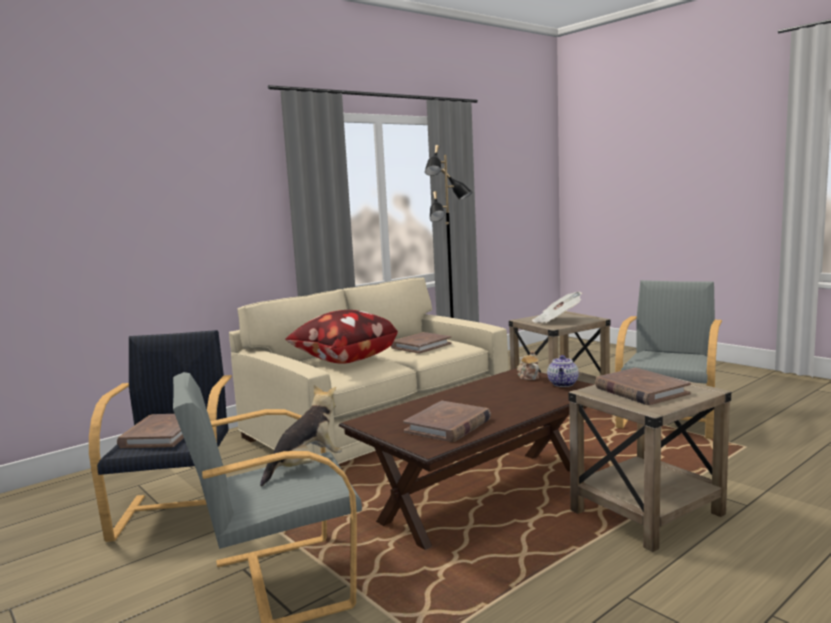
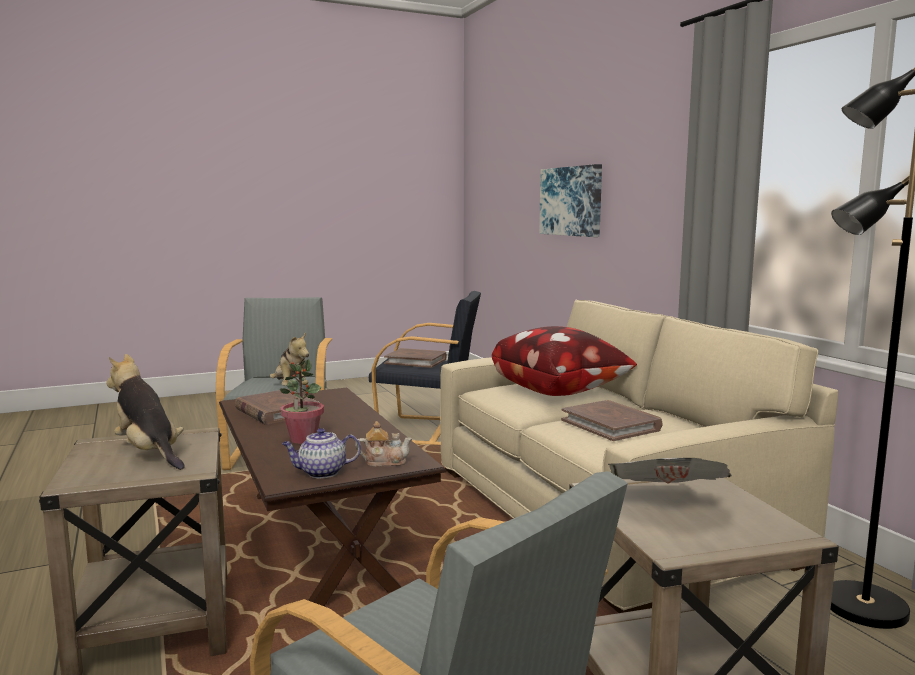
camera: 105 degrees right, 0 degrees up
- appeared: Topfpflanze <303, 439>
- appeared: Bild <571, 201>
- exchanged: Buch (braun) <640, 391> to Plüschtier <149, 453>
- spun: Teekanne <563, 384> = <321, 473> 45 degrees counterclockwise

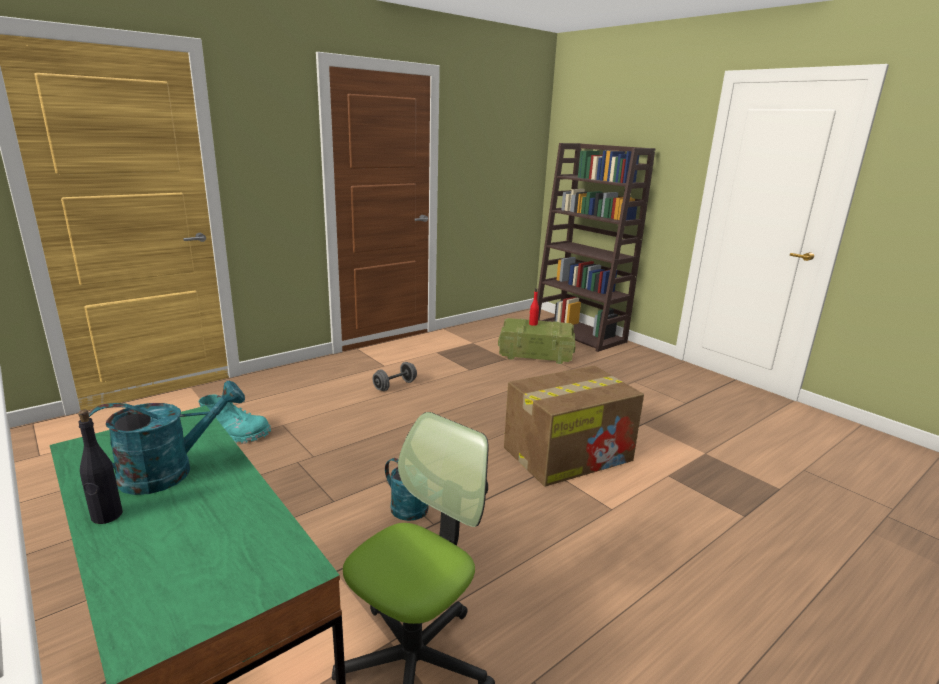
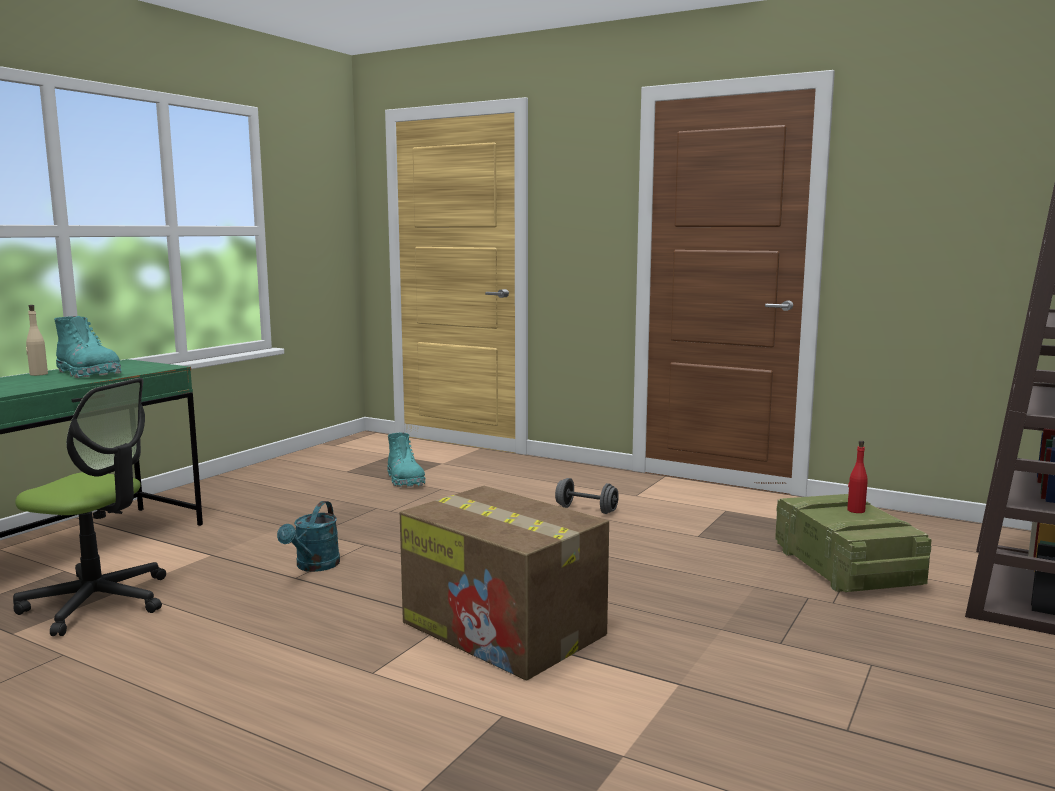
camera: 70 degrees right, 10 degrees down
- exchanged: Gießkanne (türkis) <170, 471> to Stiefel (türkis) <88, 374>
- colour: Flasche (schwarz) <106, 516> to Flasche (beige) <38, 374>

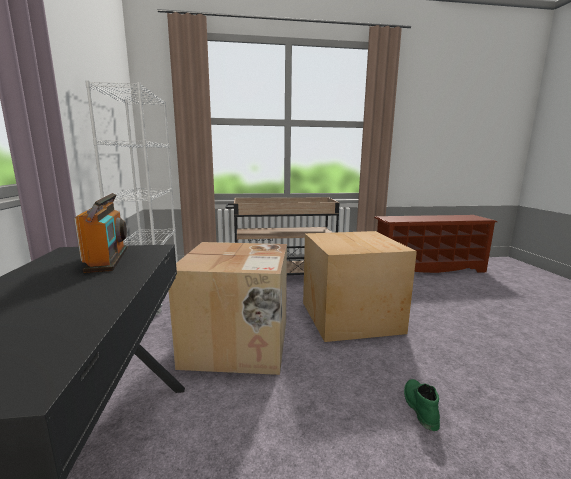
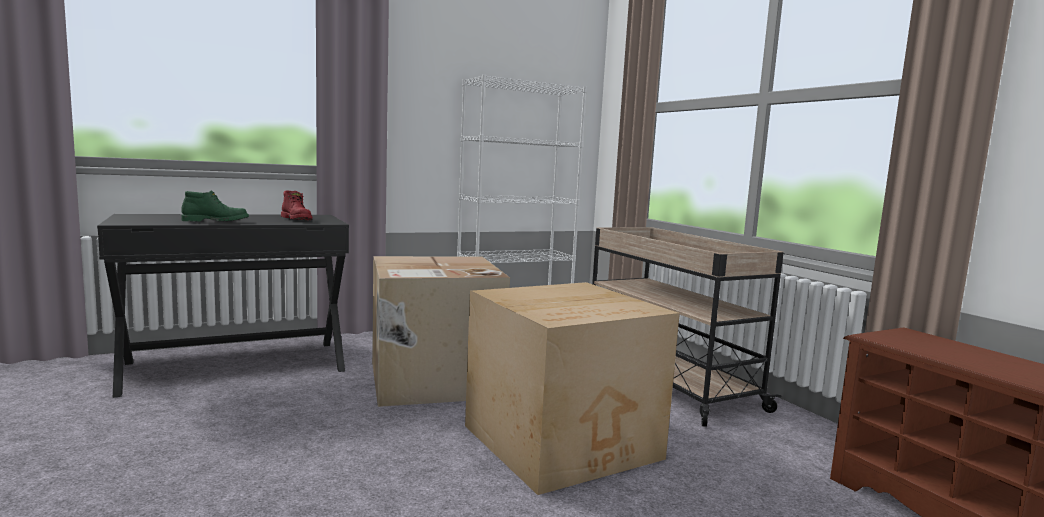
camera: 70 degrees right, 5 degrees down
- relocated: Stiefel (grün) <419, 407> to <216, 221>
- exchanged: Radio <108, 259> to Stiefel (rot) <297, 219>

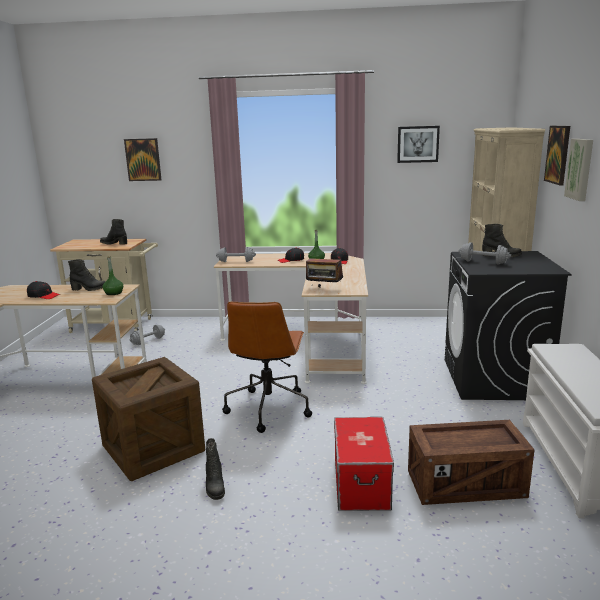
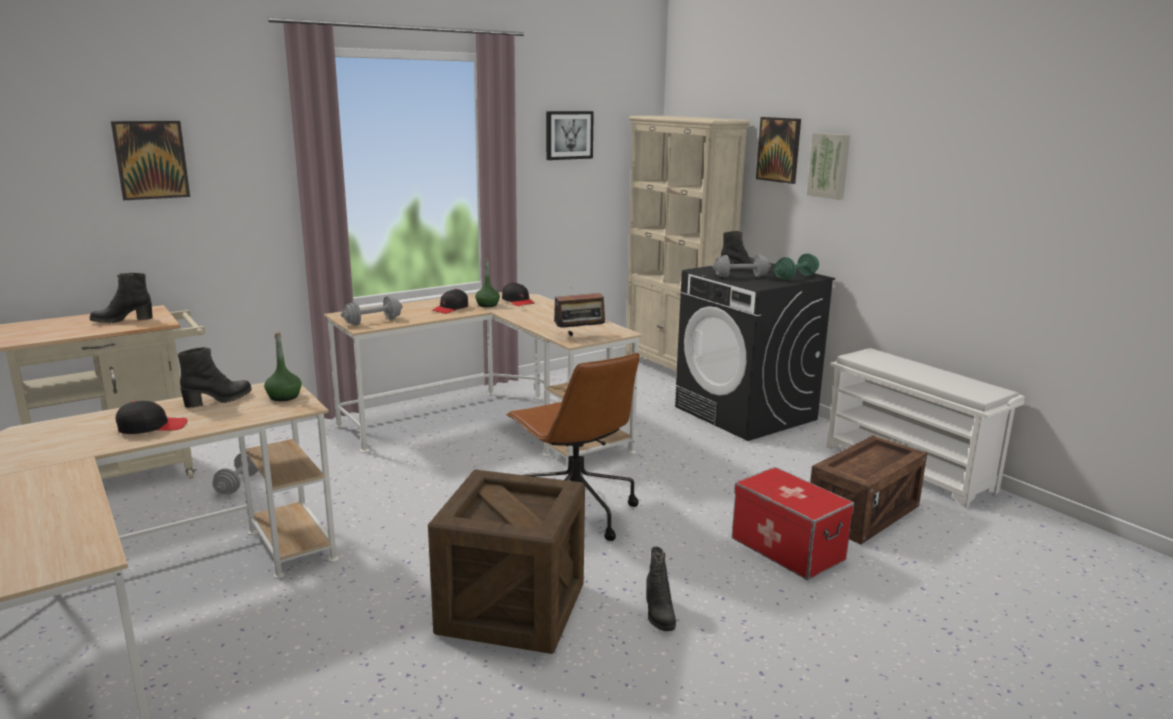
camera: 40 degrees left, 0 degrees up
- appeared: Hantel (grün) <795, 277>
- spun: Stiefel (schwarz) <214, 487> = <658, 614> 45 degrees clockwise

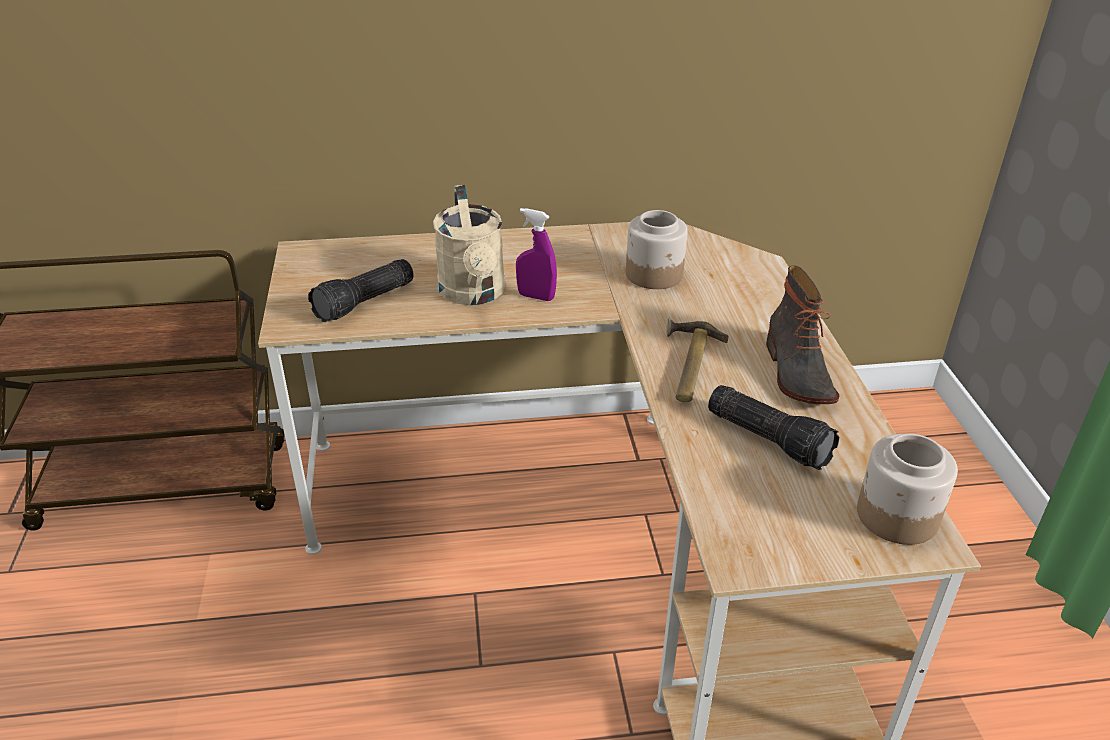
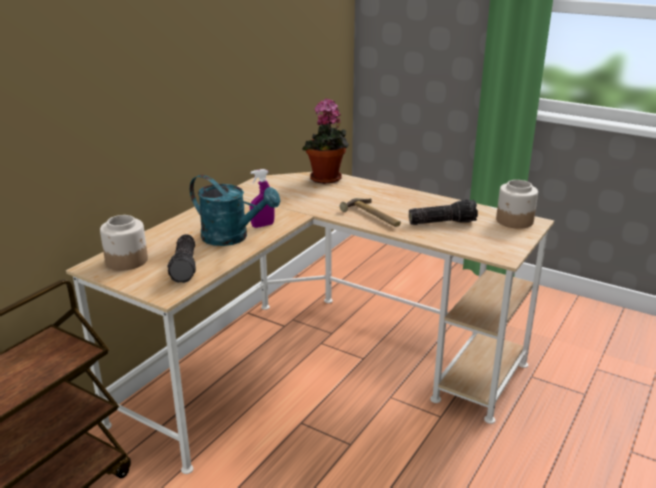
camera: 50 degrees left, 10 degrees down
- missing: Stiefel <796, 373>
- appeared: Topfpflanze <326, 180>
- relocated: Vorratsglas <654, 275> to <127, 261>
- colour: Gießkanne (beige) <474, 294> to Gießkanne (türkis) <232, 238>

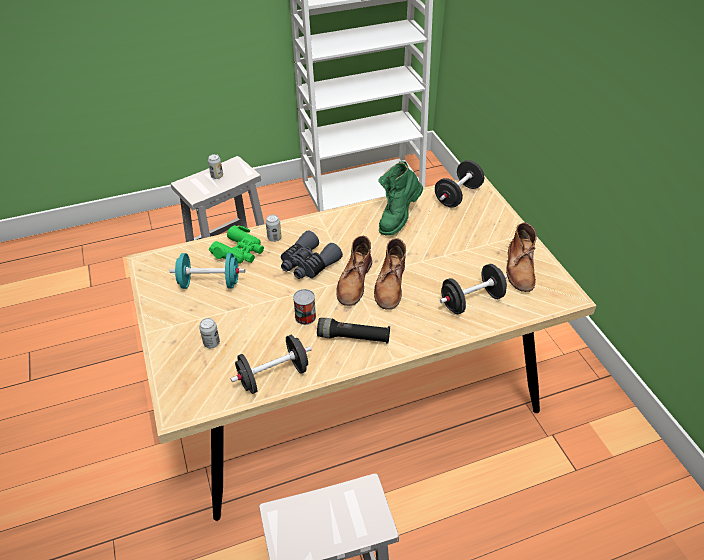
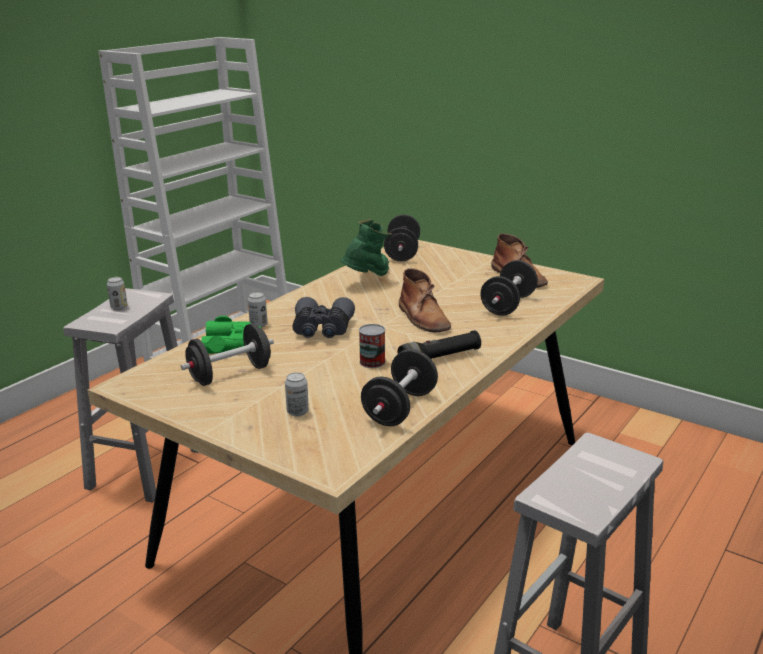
camera: 35 degrees left, 20 degrees down
- missing: Stiefel (braun) <354, 281>
- colour: Hantel (türkis) <210, 283> to Hantel (schwarz) <230, 374>
- spun: Stiefel (grün) <398, 218> = <368, 279> 150 degrees counterclockwise

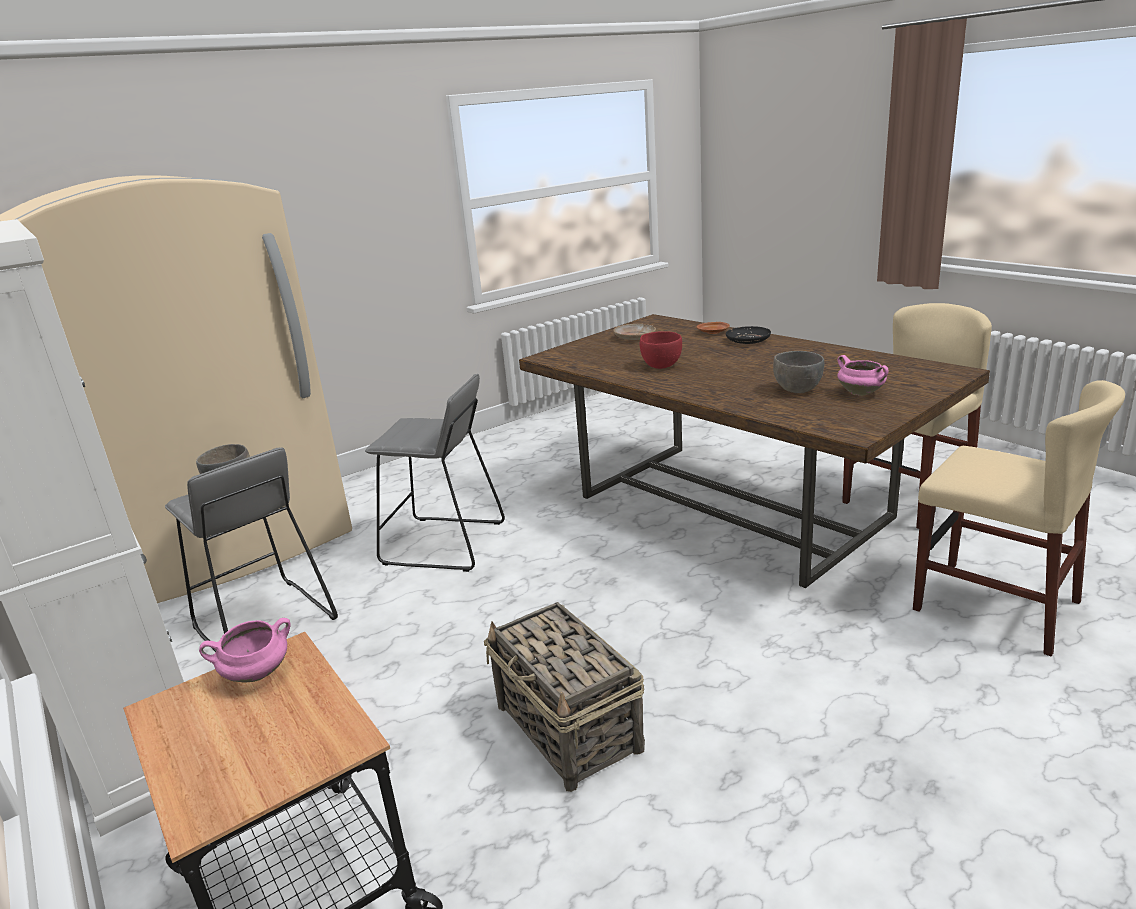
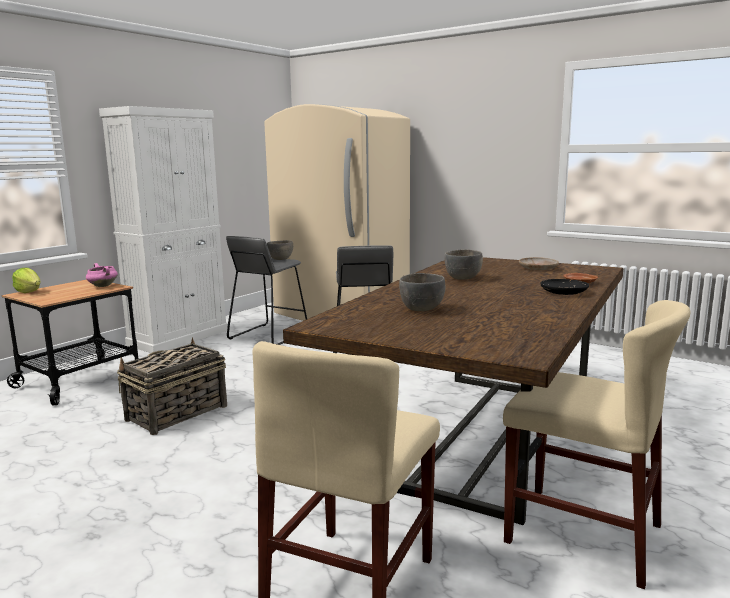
camera: 70 degrees right, 10 degrees down
- missing: Kochtopf (rosa) <861, 393>
- appeared: Salatkopf <29, 292>
- colour: Schüssel (rot) <661, 365> to Schüssel (grau) <463, 278>

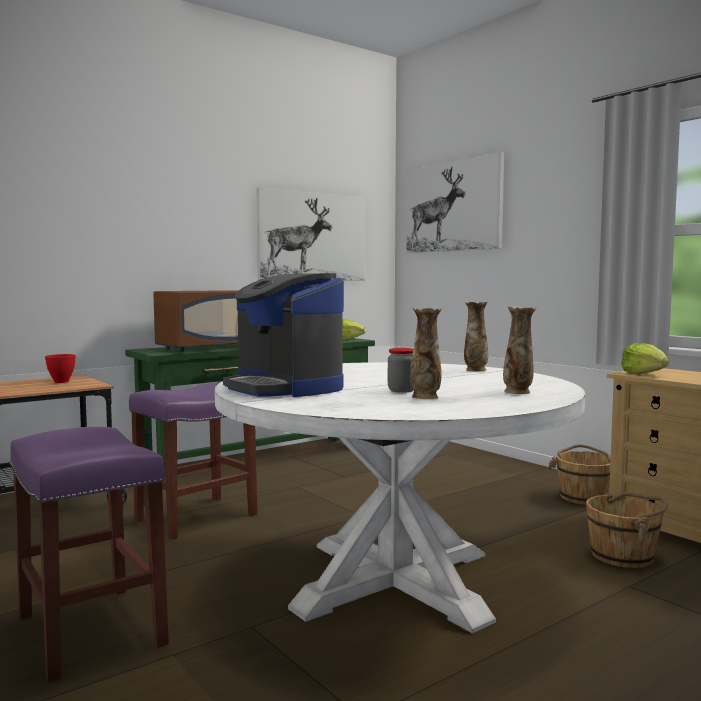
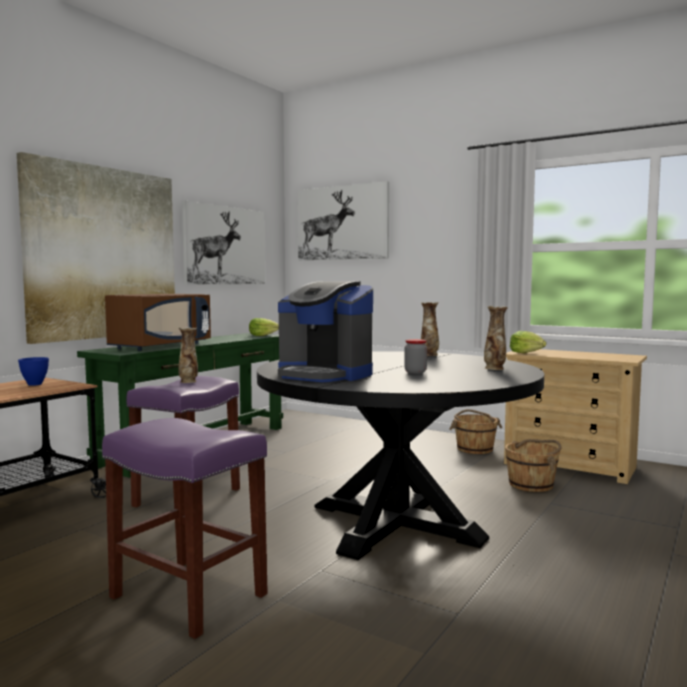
camera: 20 degrees left, 0 degrees up
- appeared: Bild <103, 253>
- relocated: Vase <425, 397> to <188, 381>
- colour: Schüssel (rot) <60, 382> to Schüssel (blau) <34, 384>
- colour: Esstisch (weiß) <395, 580> to Esstisch (schwarz) <396, 522>

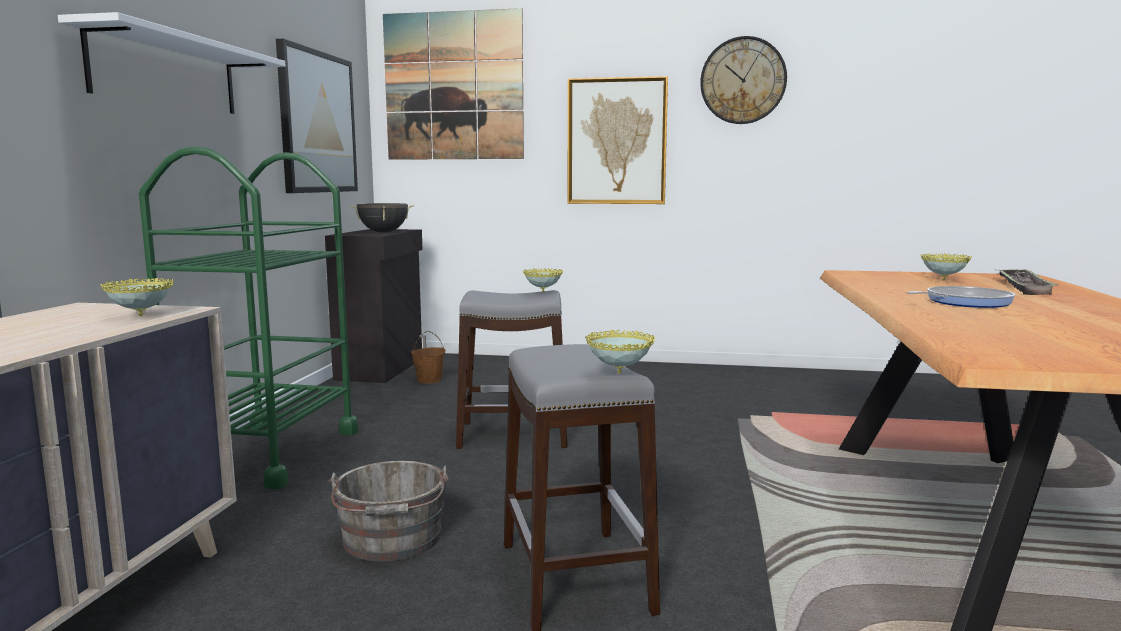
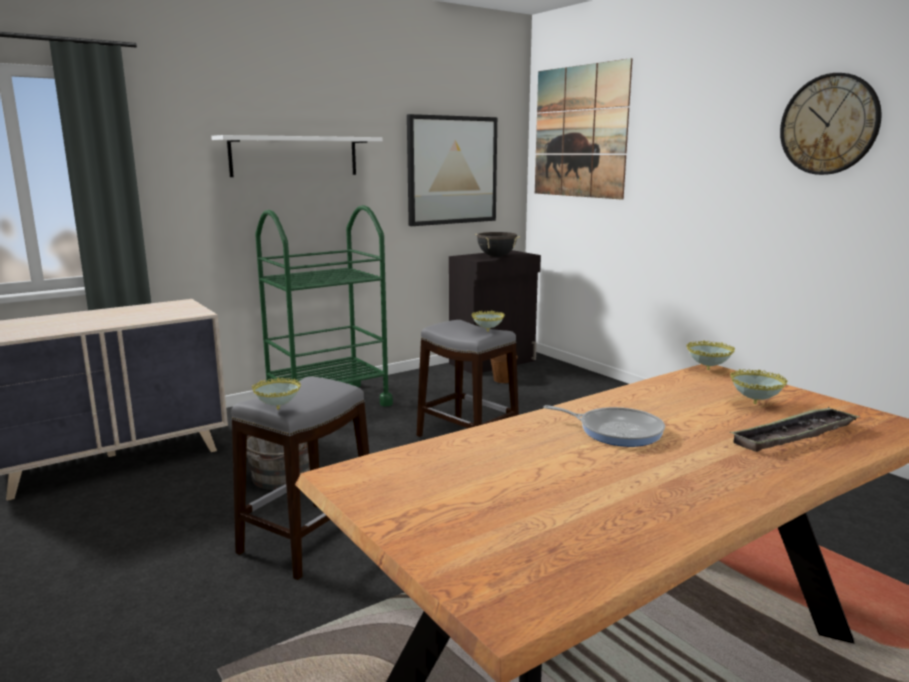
camera: 45 degrees right, 5 degrees up
- missing: Bild <617, 141>
- relocated: Schüssel <141, 316> to <708, 370>

